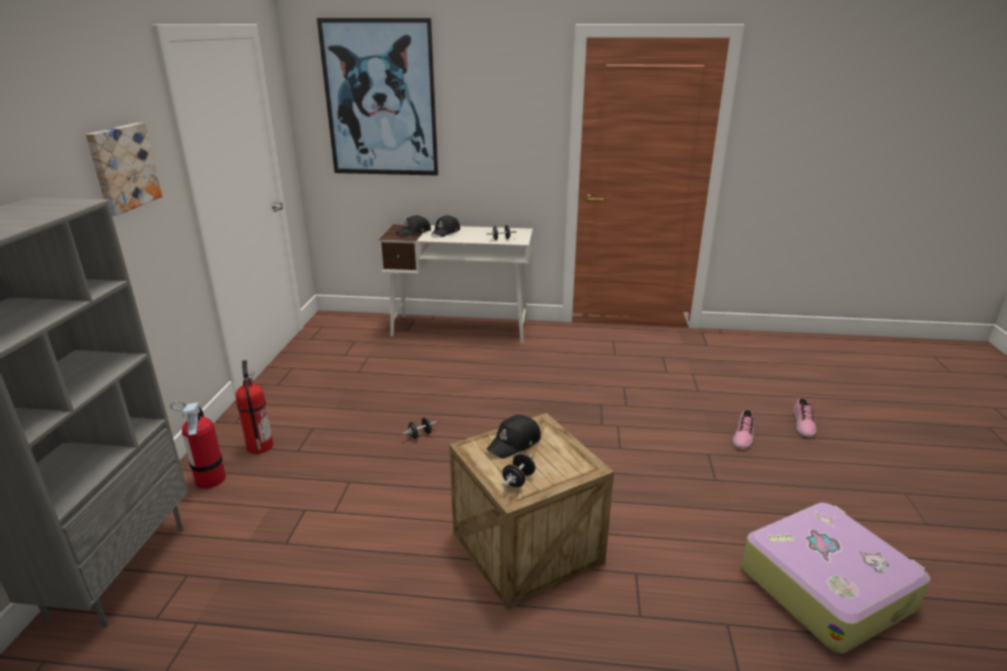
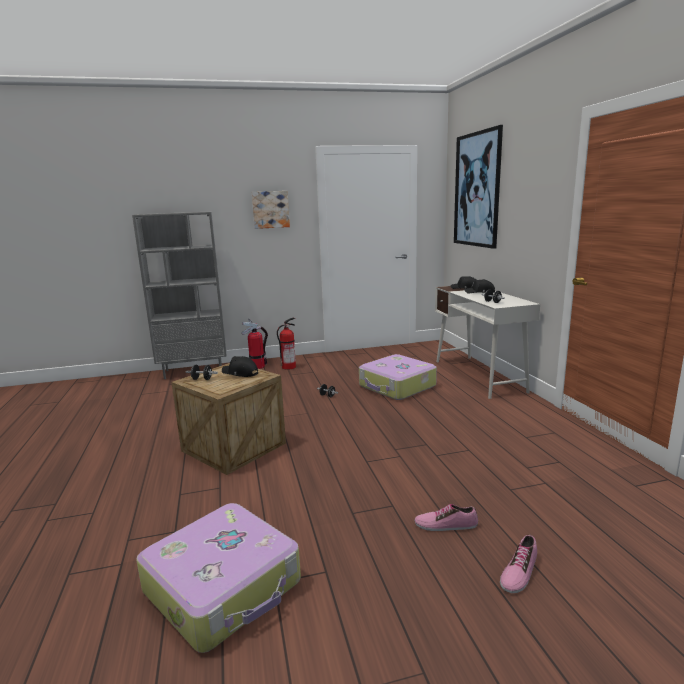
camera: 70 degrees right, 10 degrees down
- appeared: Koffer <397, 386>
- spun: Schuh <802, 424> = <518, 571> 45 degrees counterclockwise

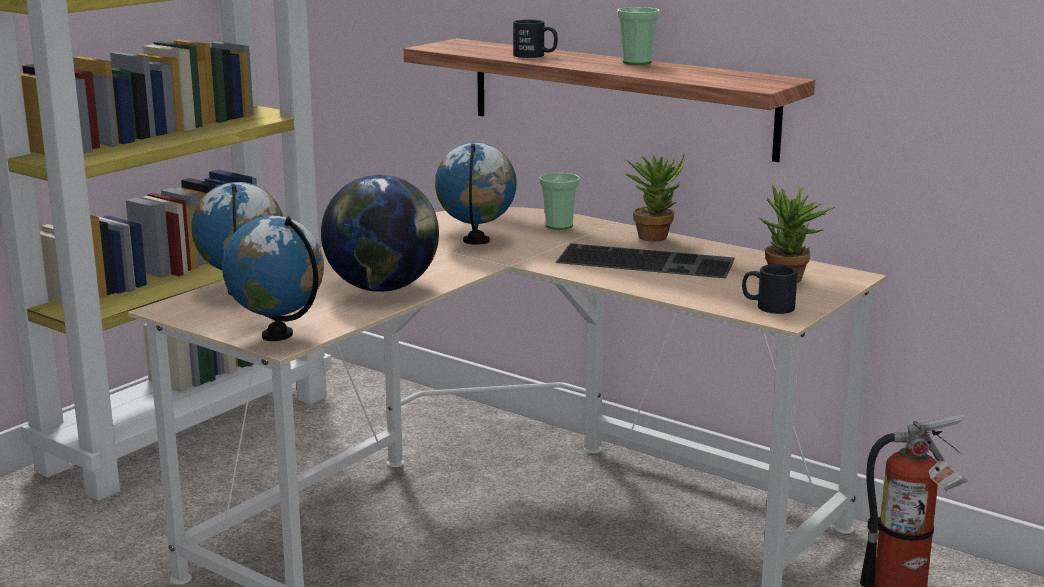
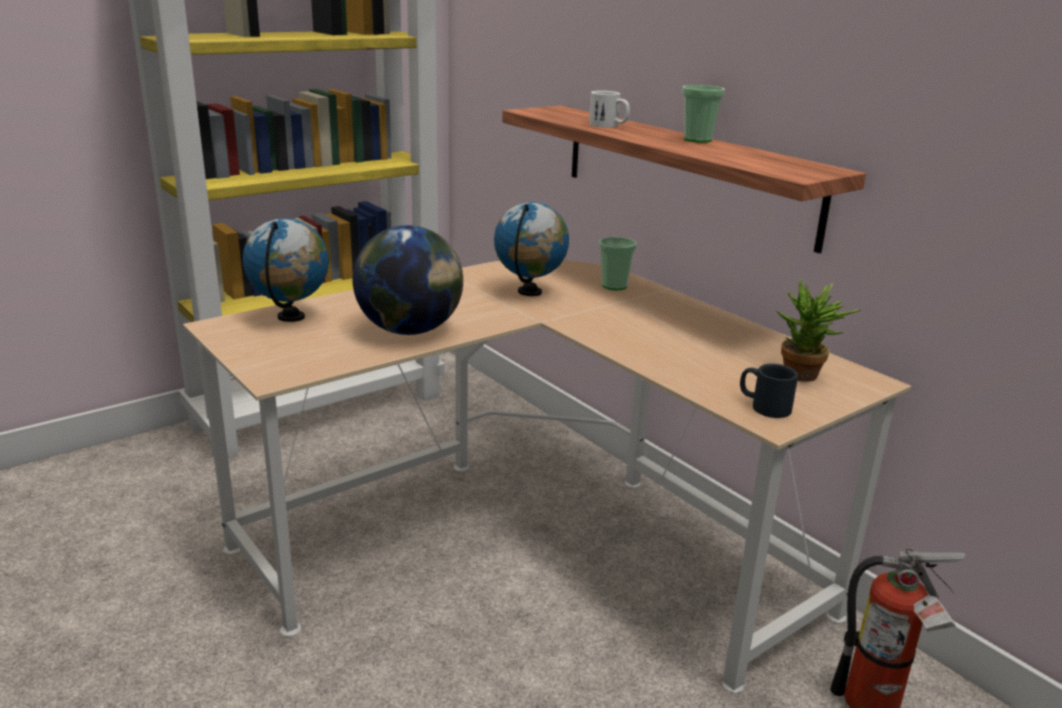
camera: 15 degrees right, 5 degrees up
- missing: Globus <278, 335>
- missing: Tastatur <647, 261>
- missing: Topfpflanze <654, 235>
- colour: Henkelbecher (schwarz) <535, 55> to Henkelbecher (weiß) <609, 126>

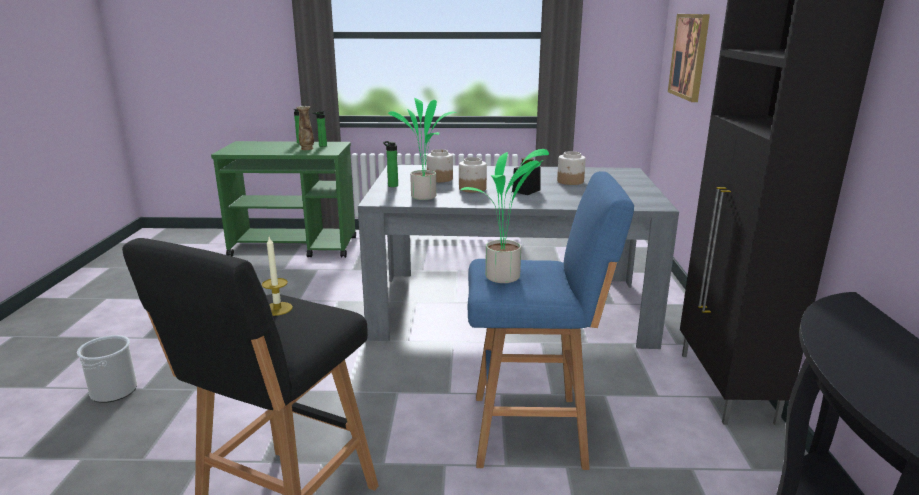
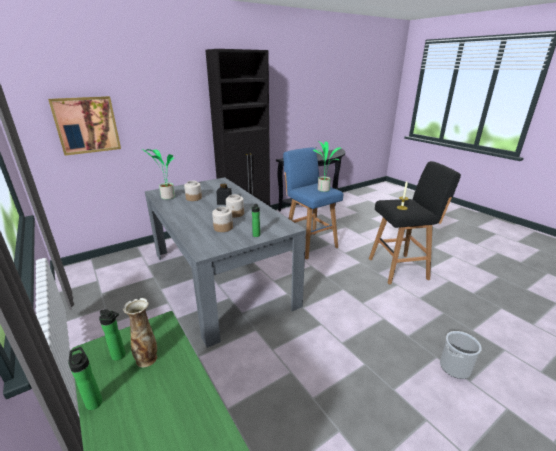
camera: 125 degrees left, 5 degrees up
- relocated: Topfpflanze <425, 196> to <167, 197>

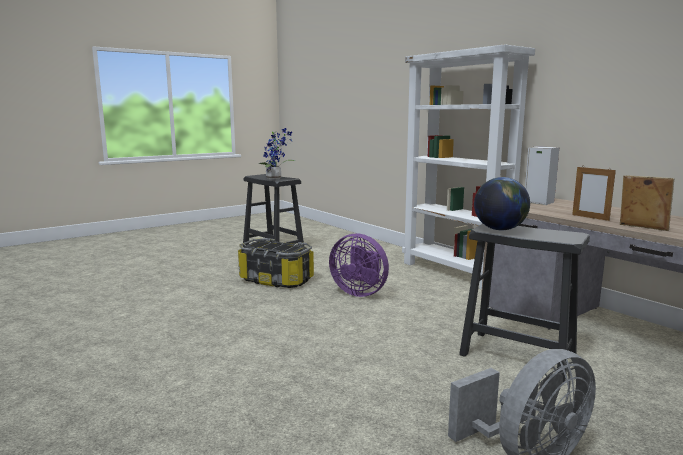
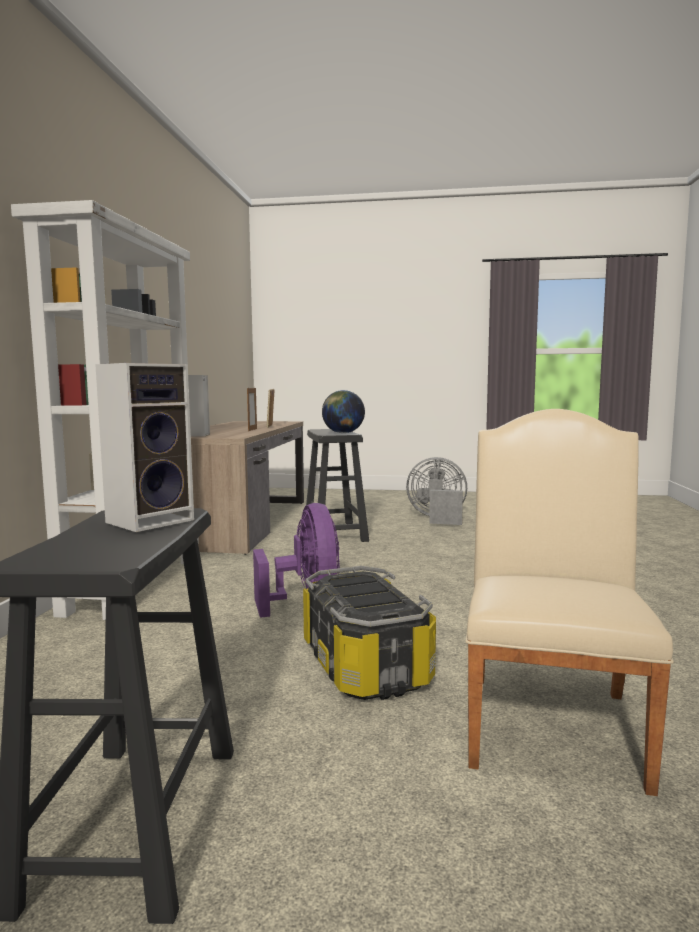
camera: 135 degrees left, 5 degrees down
- appeared: Stuhl (beige) <551, 719>
- exchanged: Topfpflanze <275, 178> to Lautsprecher <152, 520>

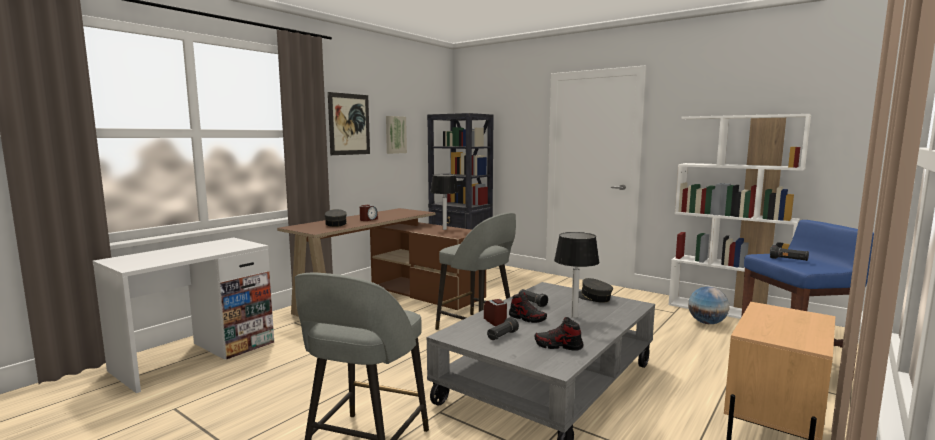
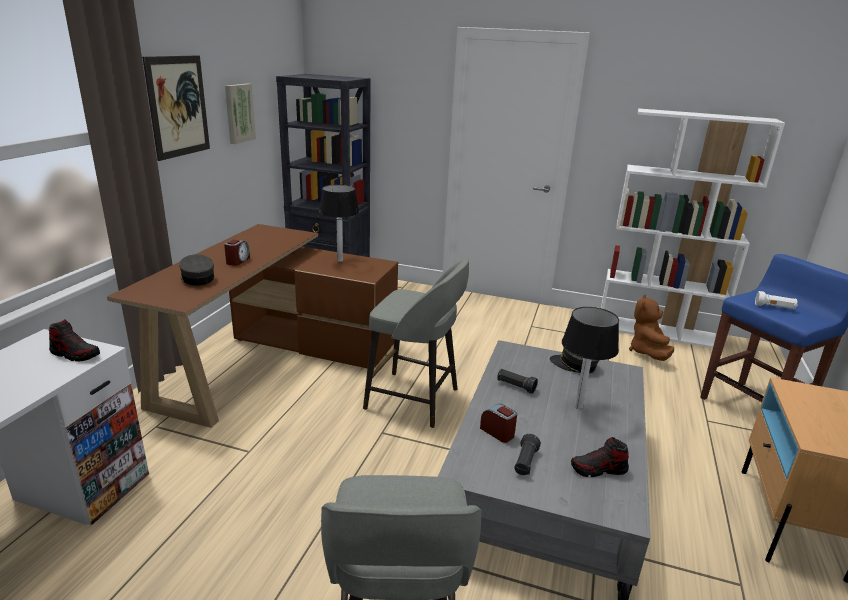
camera: 20 degrees left, 15 degrees up
- relocated: Schuh <527, 318> to <75, 354>
- exchanged: Globus <706, 323> to Plüschtier (braun) <647, 352>
- colour: Taschenlampe (schwarz) <788, 260> to Taschenlampe (weiß) <774, 307>

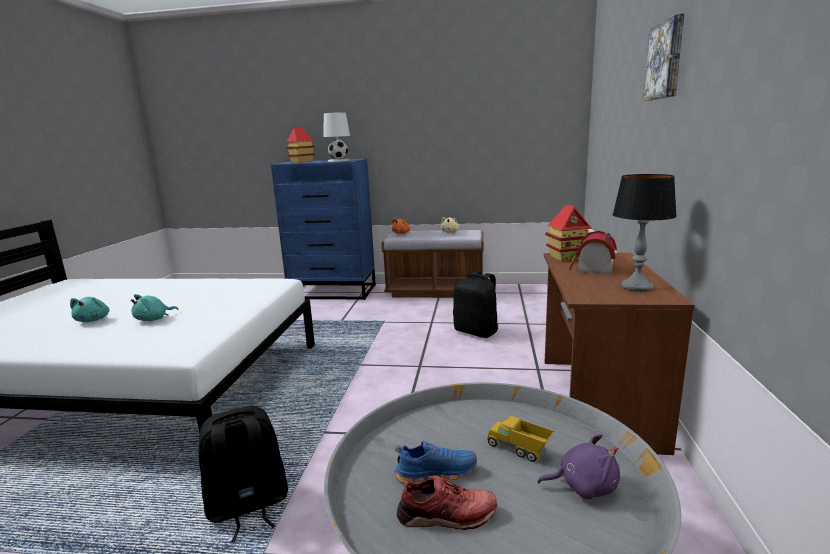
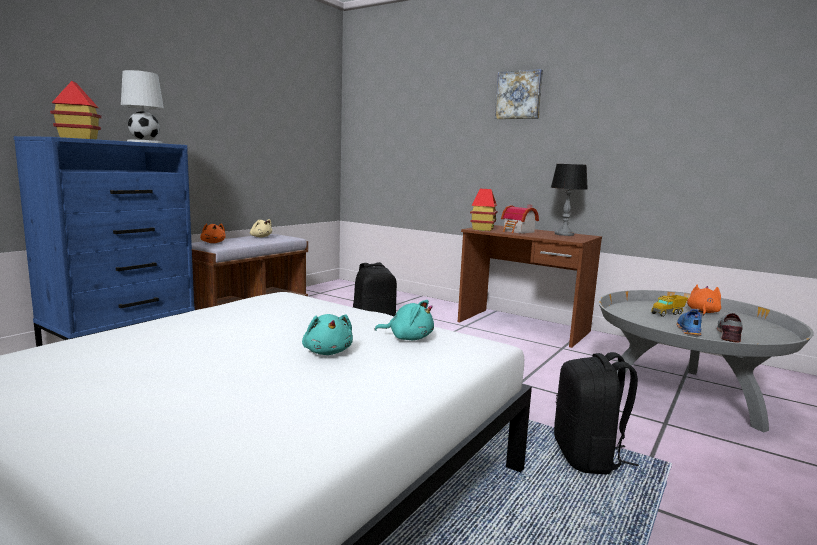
camera: 65 degrees left, 5 degrees down
- relocated: Plüschtier (türkis) <93, 320> to <408, 338>
- colour: Schuh (rot) <446, 516> to Schuh (grau) <729, 334>
- colour: Plüschtier (lila) <583, 486> to Plüschtier (orange) <702, 312>

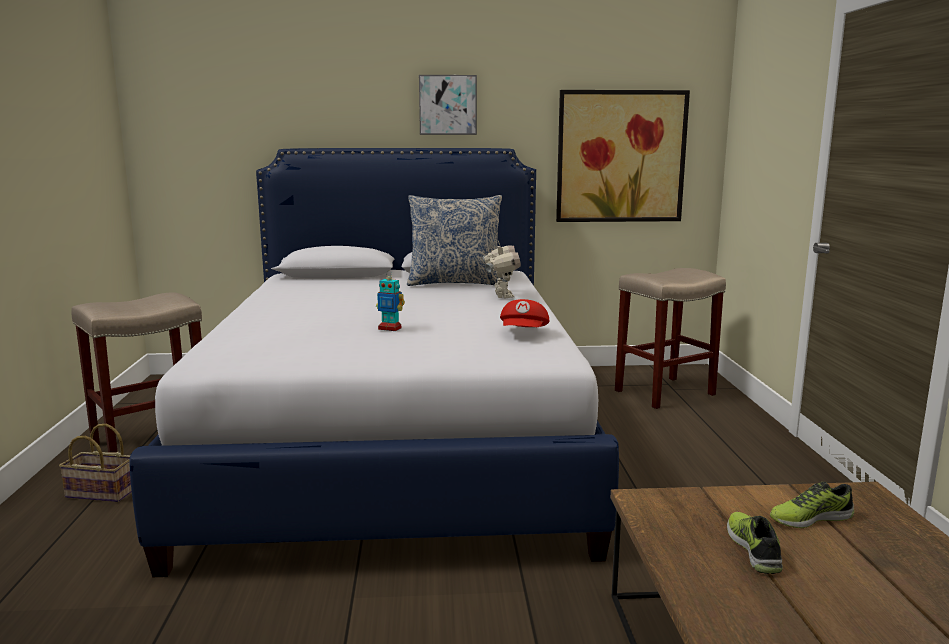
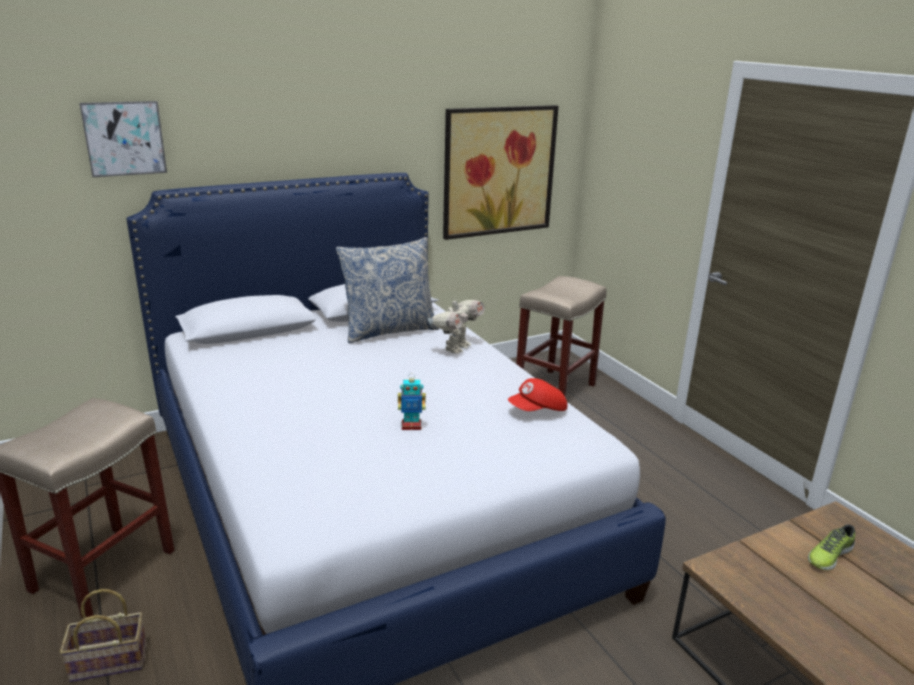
camera: 25 degrees left, 10 degrees up
- missing: Schuh <754, 549>
- relocated: Bild <447, 105> to <124, 138>
- spun: Spielzeugroboter <502, 296> = <456, 348> 60 degrees clockwise
- spun: Kappe (rot) <524, 333> = <538, 411> 75 degrees clockwise

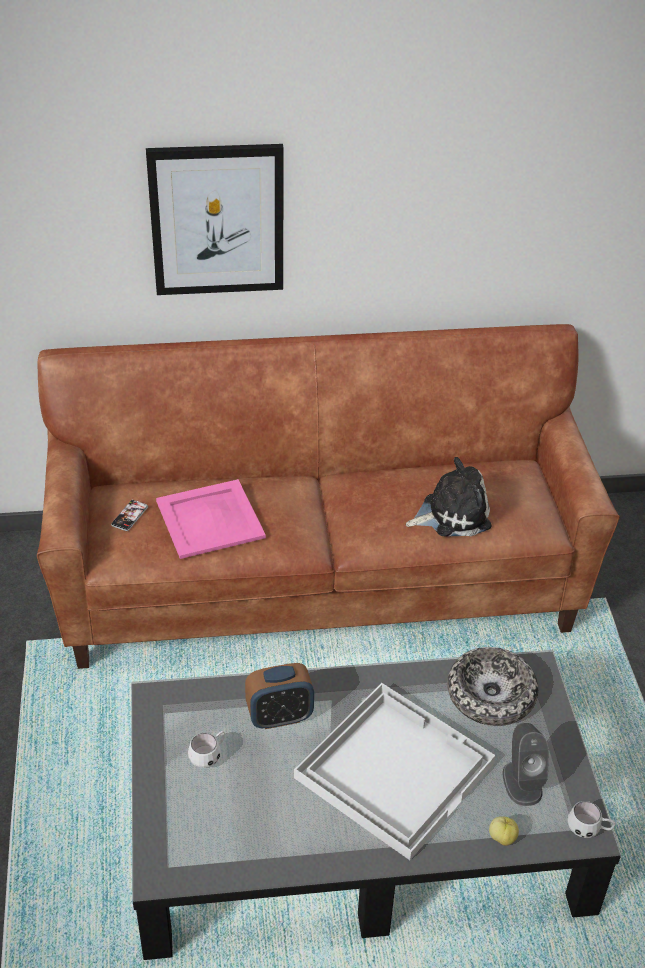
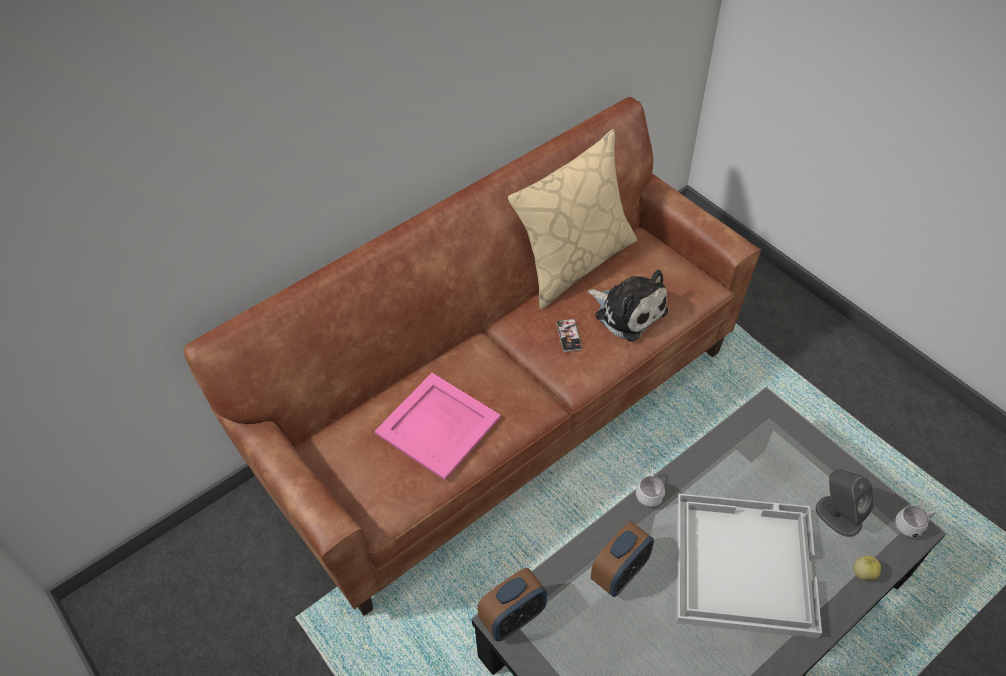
camera: 30 degrees left, 10 degrees up
- missing: Bild <217, 220>
- missing: Schüssel <491, 695>
- appeared: Wecker <513, 618>
- appeared: Kissen (beige) <574, 262>
- relocated: Handy <129, 516> to <569, 336>
- relocated: Henkelbecher (weiß) <209, 756> to <649, 493>
- spun: Plüschtier <451, 514> = <628, 311> 90 degrees clockwise

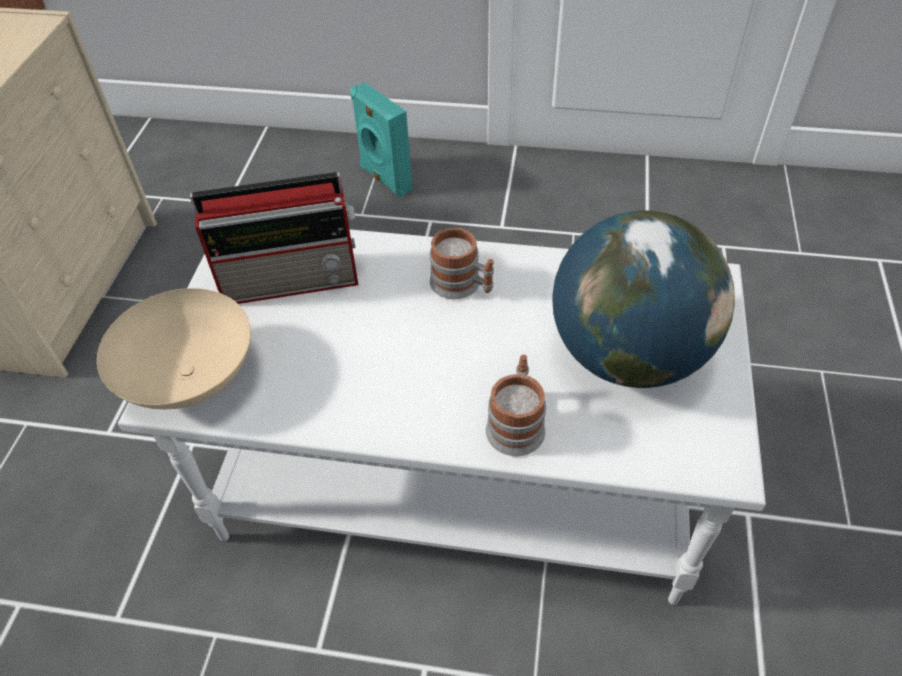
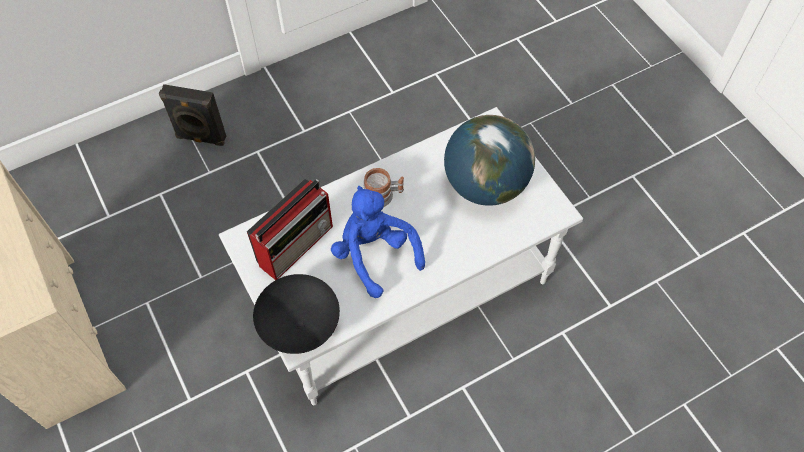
camera: 40 degrees left, 10 degrees up
- missing: Henkelbecher <516, 423>
- appeared: Plüschtier (blau) <375, 255>
- colour: Schüssel (beige) <188, 378> to Schüssel (schwarz) <299, 326>
- colour: Lautsprecher (türkis) <384, 179> to Lautsprecher (schwarz) <200, 138>

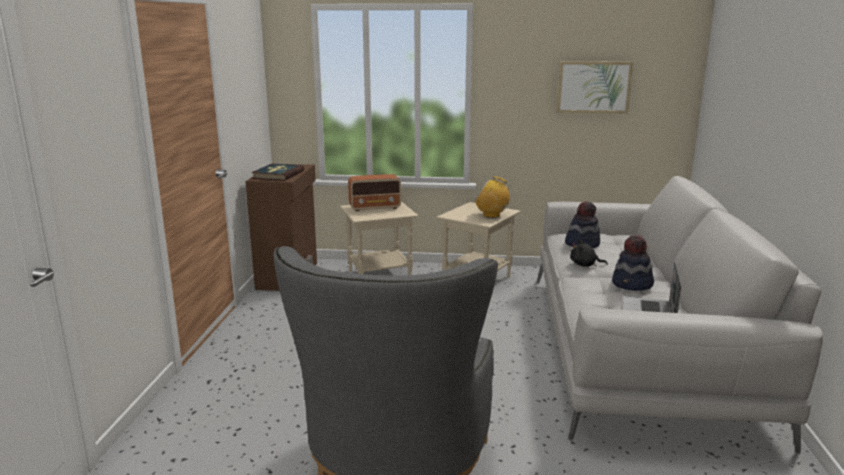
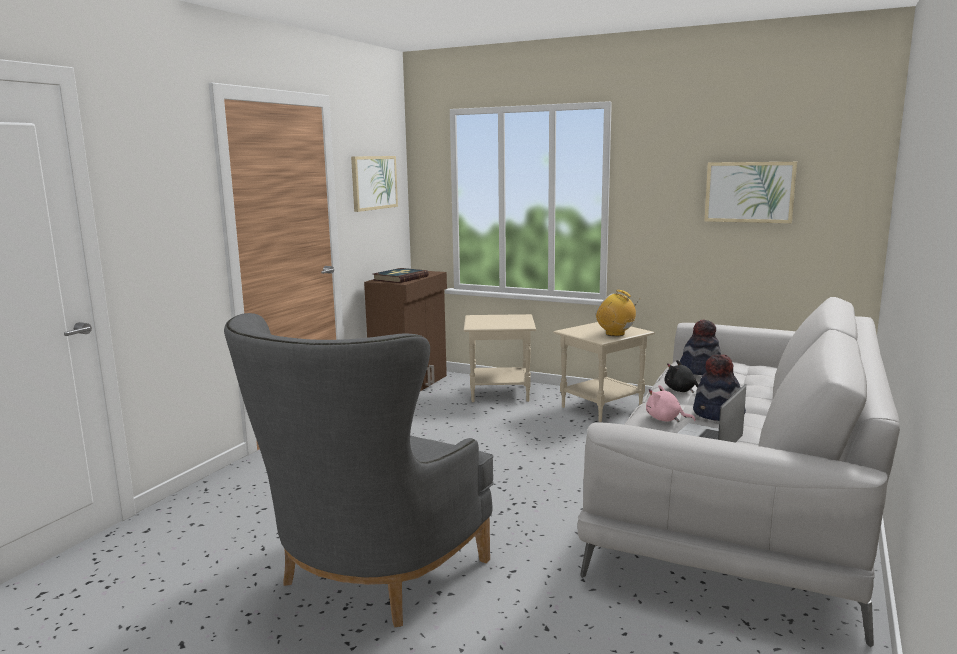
camera: 20 degrees right, 5 degrees down
- missing: Radio <375, 208>
- appeared: Bild <373, 182>
- appeared: Plüschtier (rosa) <665, 419>

